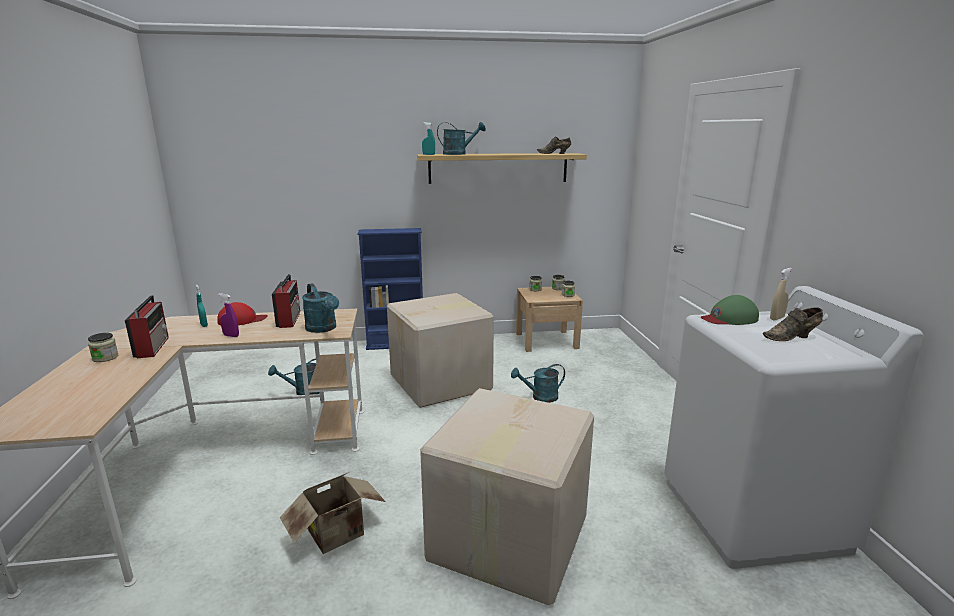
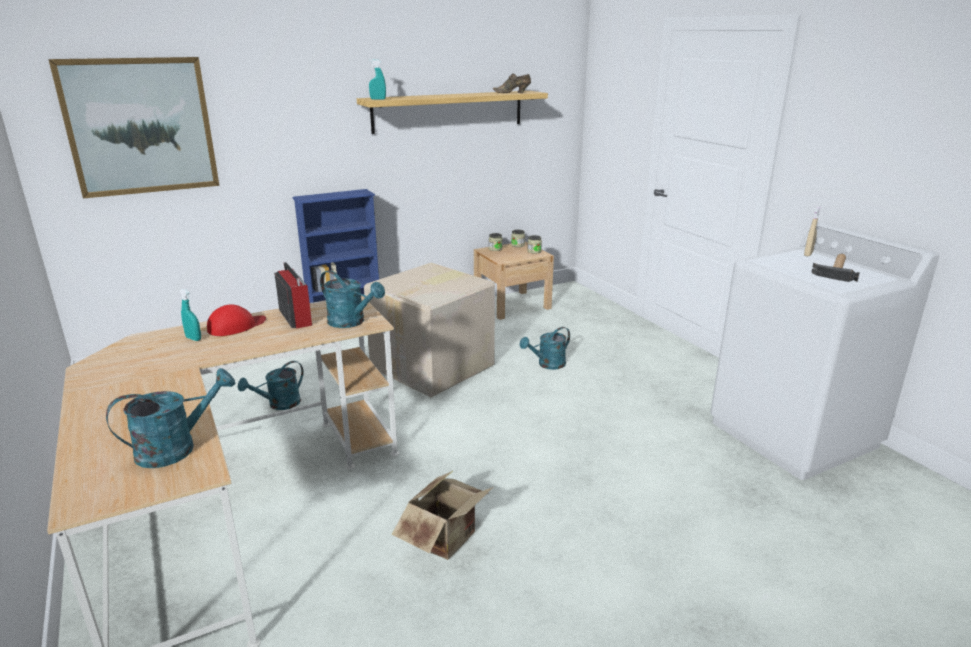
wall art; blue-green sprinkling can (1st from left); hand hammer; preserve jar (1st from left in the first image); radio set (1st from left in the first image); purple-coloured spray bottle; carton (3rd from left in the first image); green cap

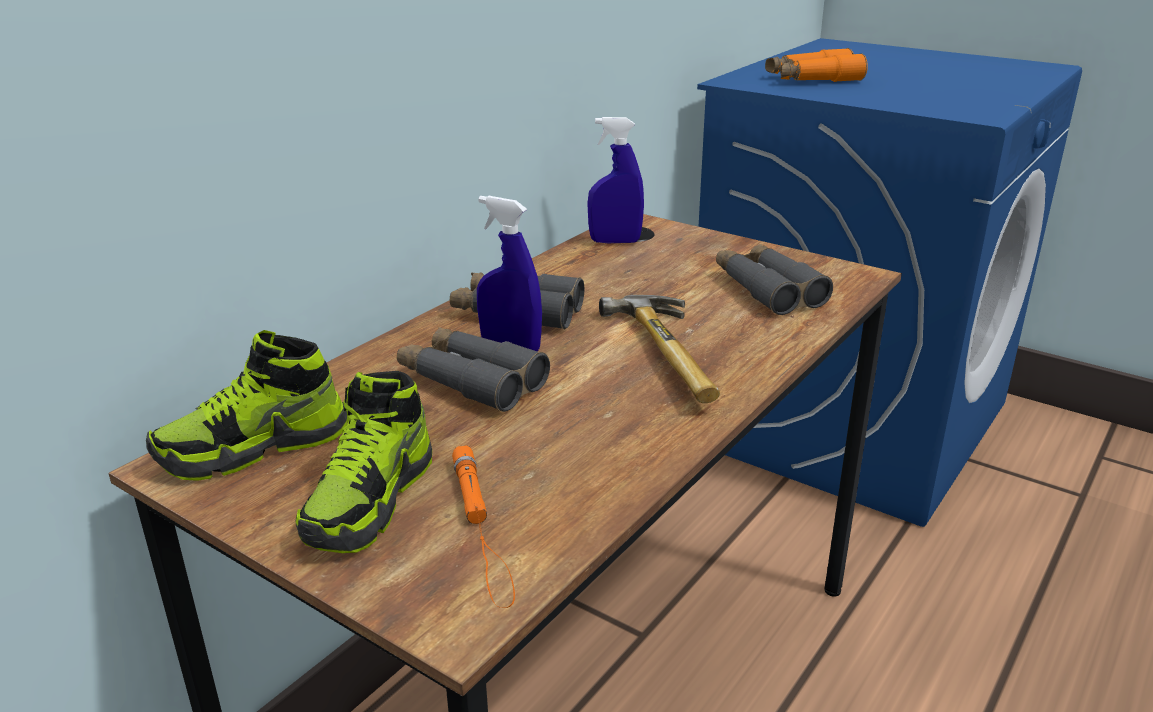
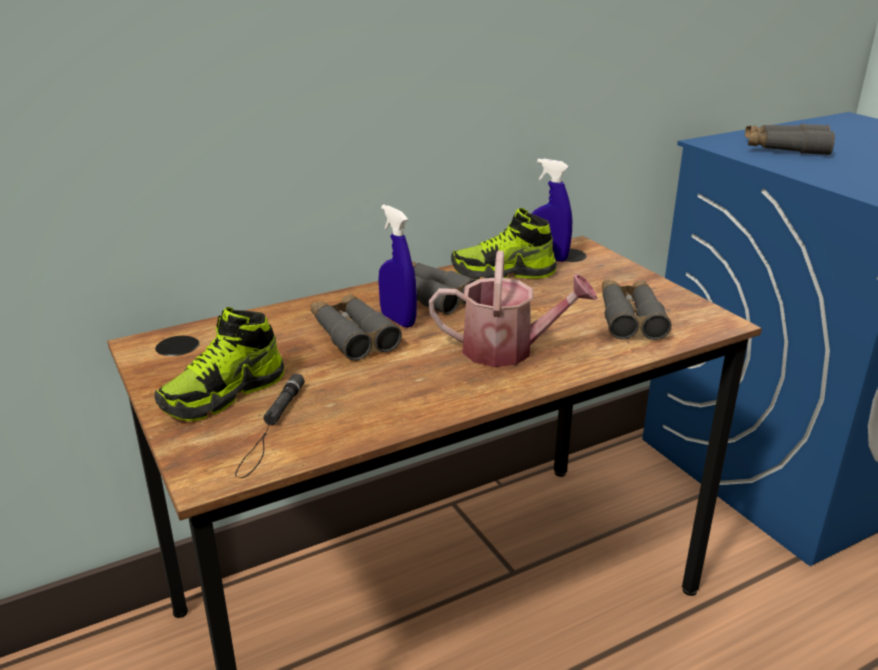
blackish flashlight; sprinkling can; shoe (2nd from left); grey binoculars (4th from left)

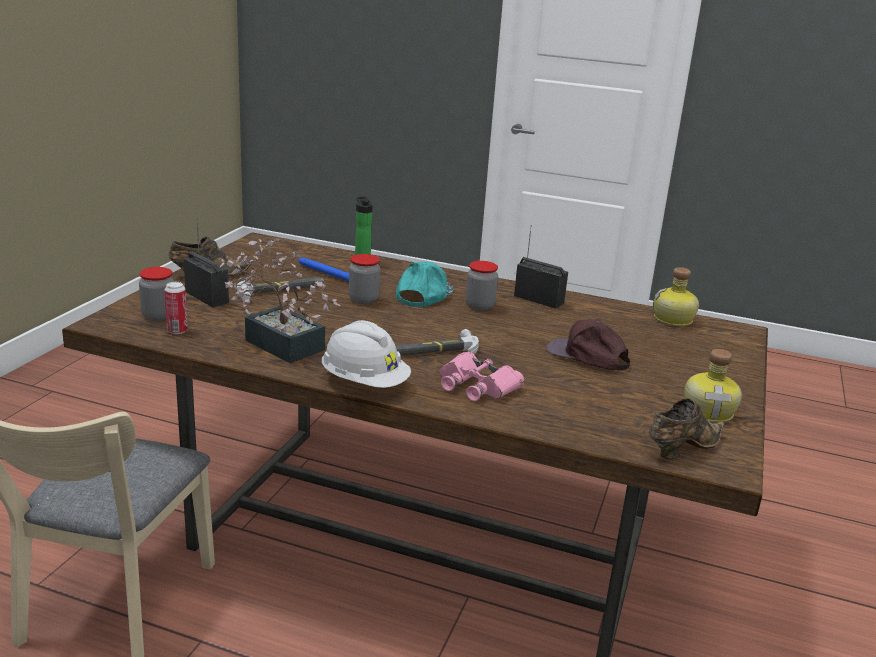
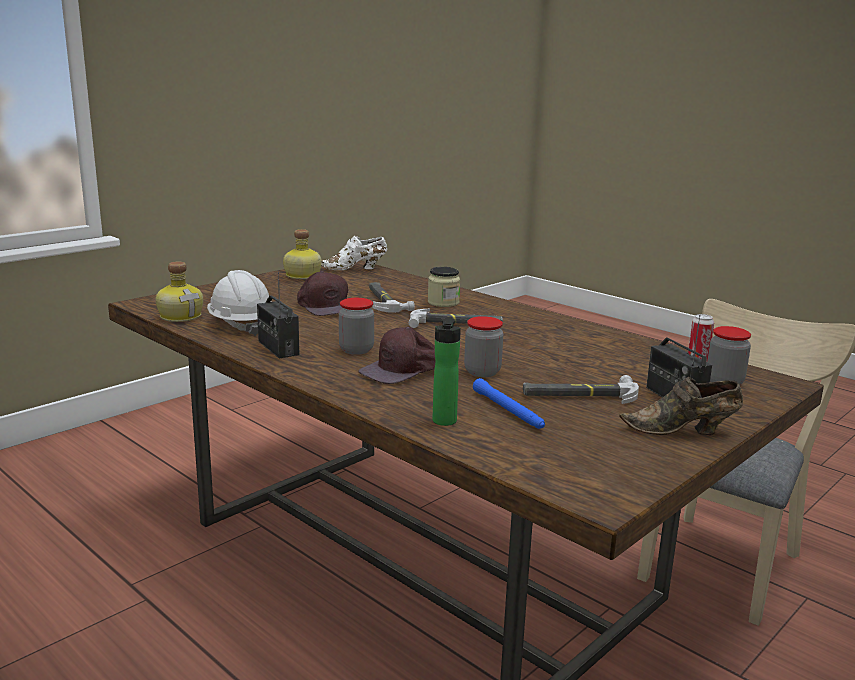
white safety helmet; white shoe; brown cap (2nd from left); hand hammer (1st from left); preserve jar (2nd from left); plant in a pot

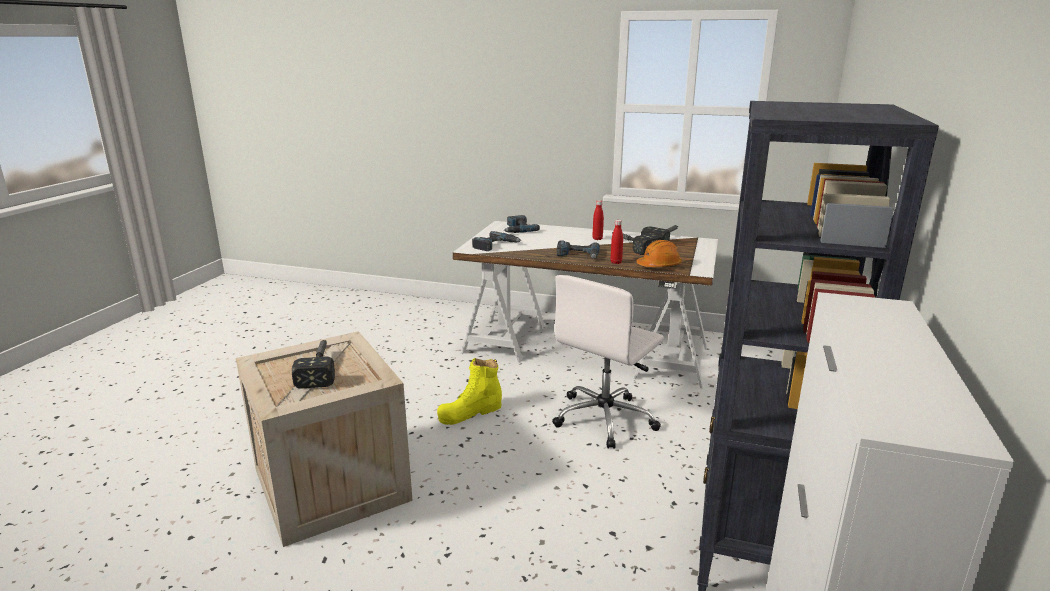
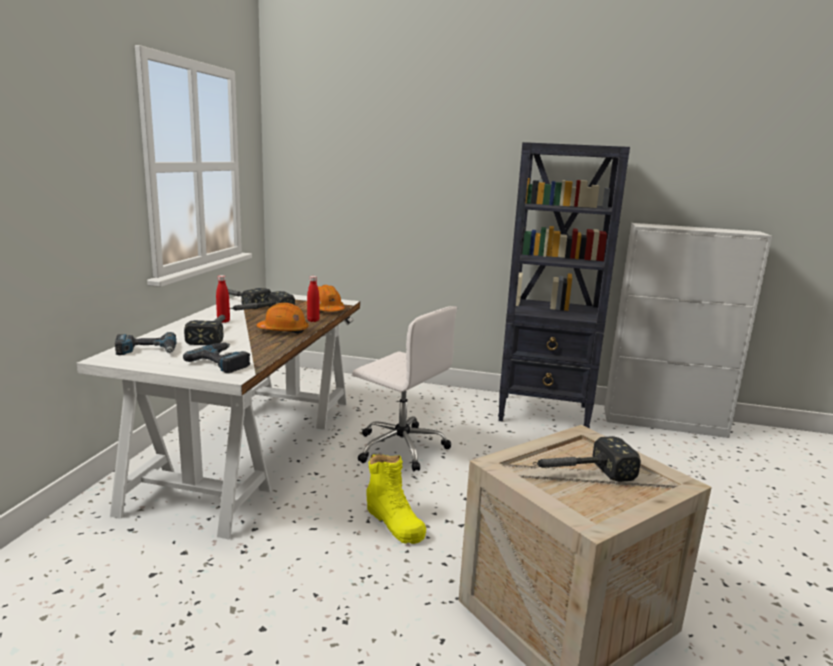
hand hammer (1st from left); orangey safety helmet (1st from left)

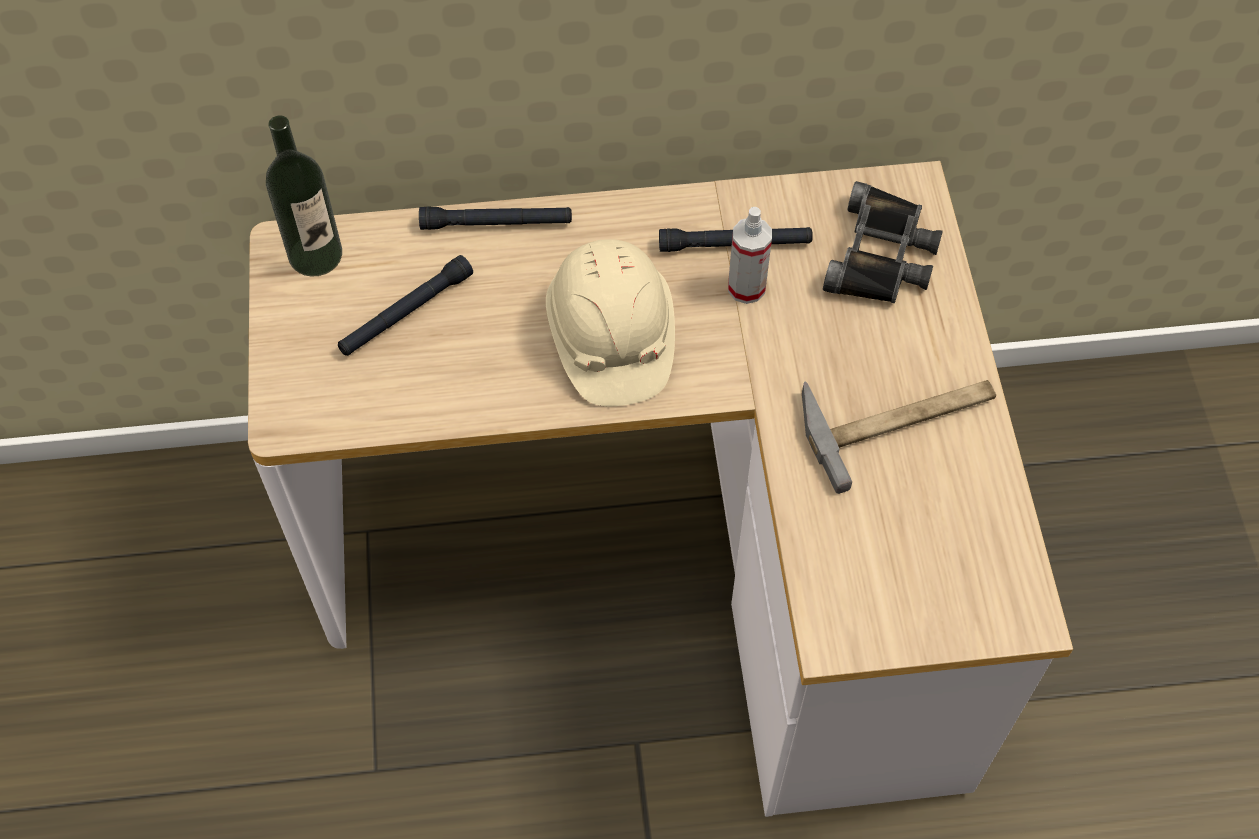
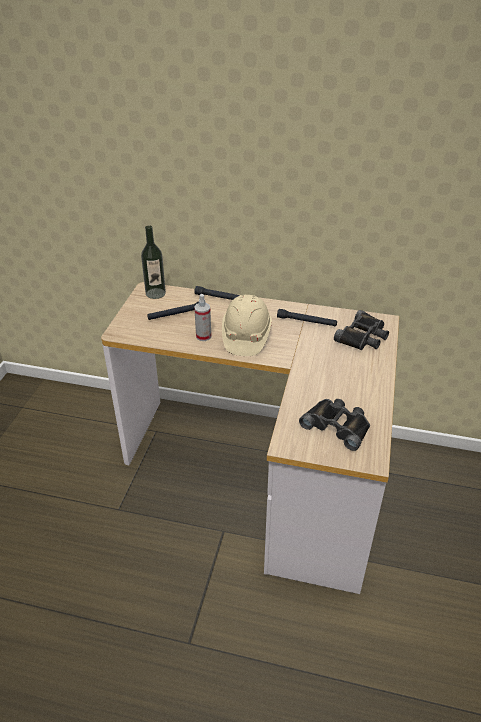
spray bottle; blackish binoculars (1st from left); hand hammer

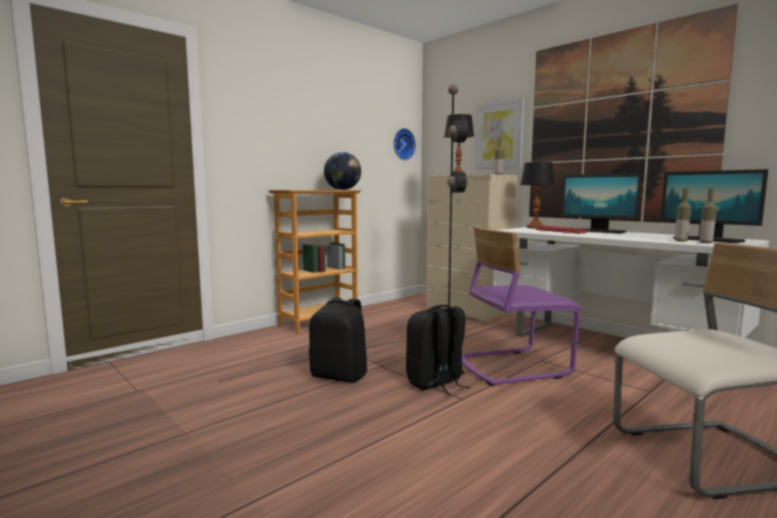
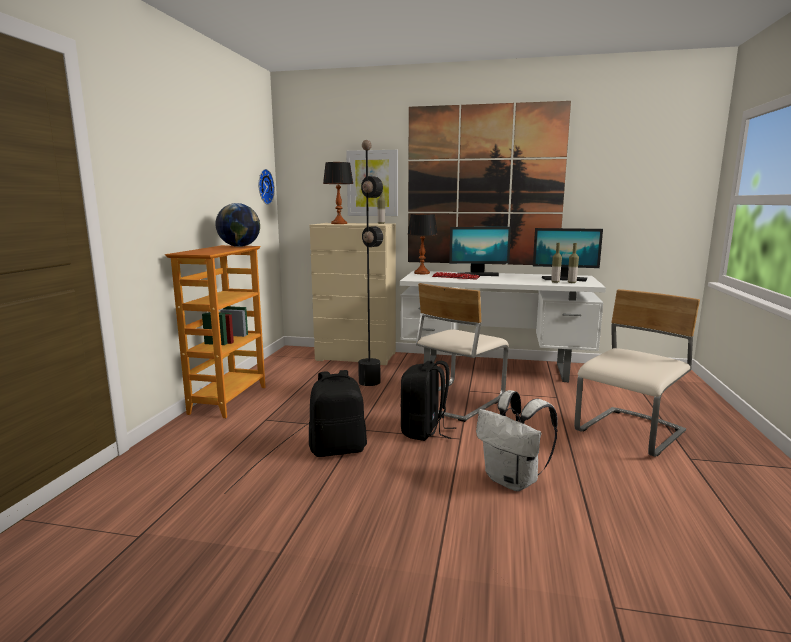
beige plain chair (1st from left); white knapsack

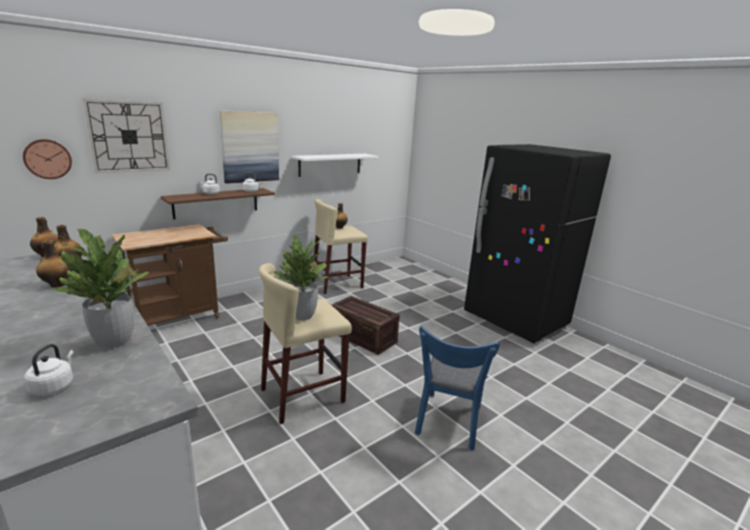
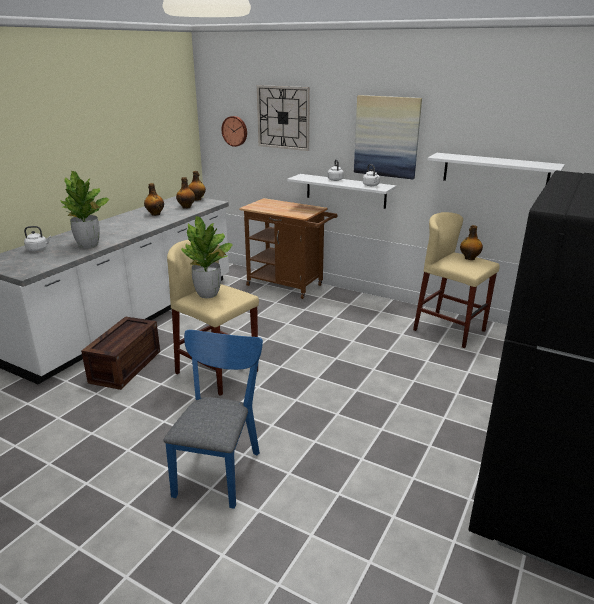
shipping crate; bluish plain chair; white shelf (1st from left)

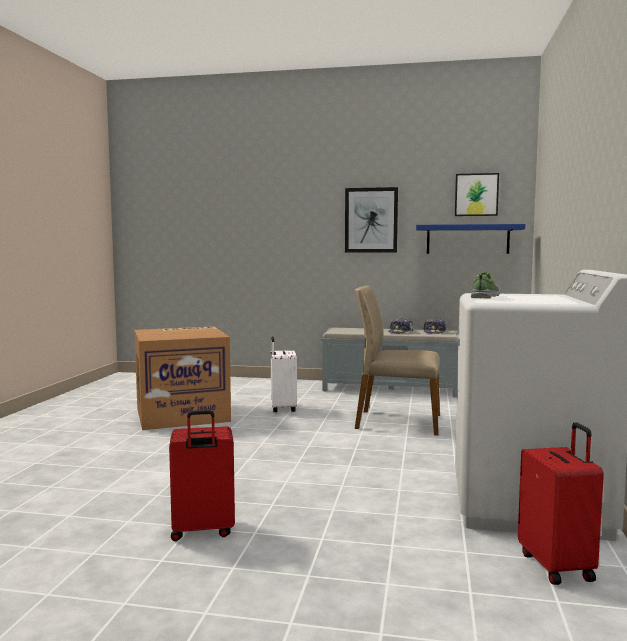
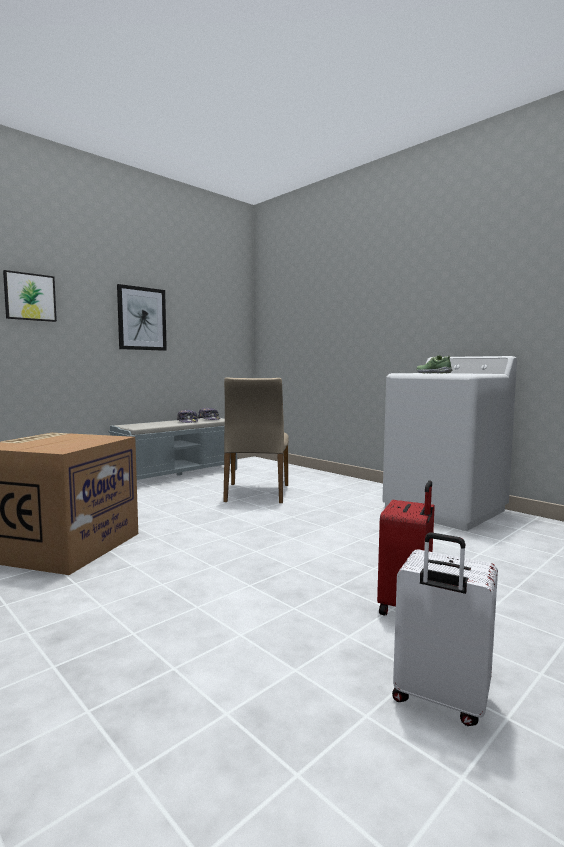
wall art (1st from left); beige plain chair; white suitcase; bluish shelf; red suitcase (2nd from left in the first image)

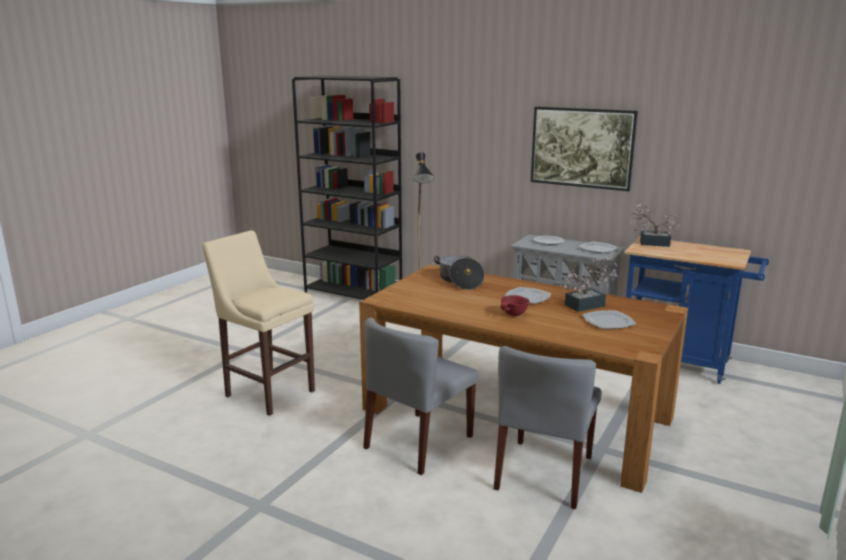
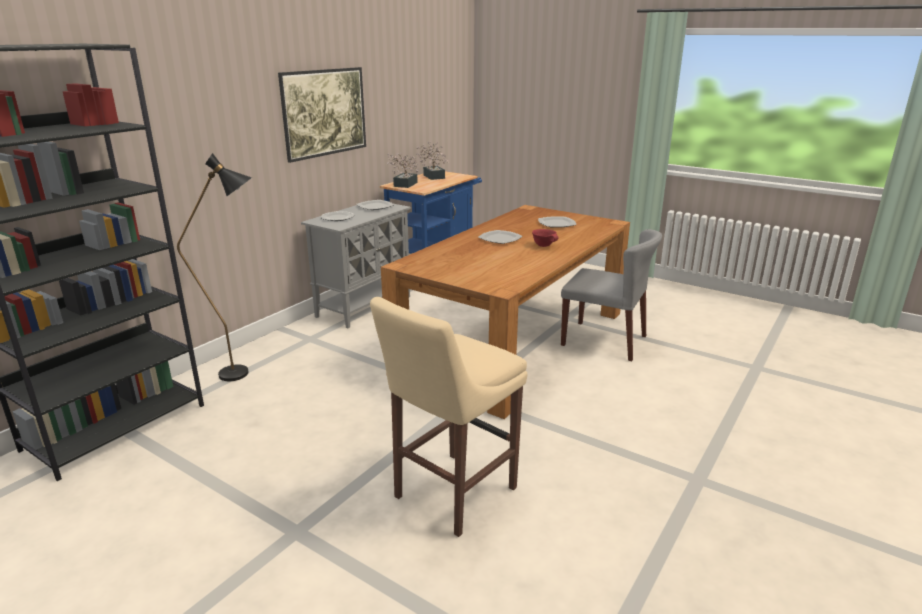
plant in a pot (2nd from left); grey plain chair (1st from left in the first image); saucepot

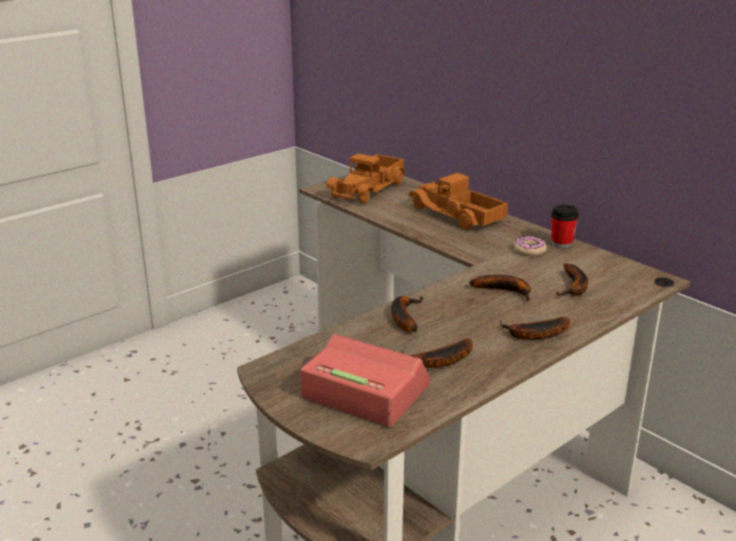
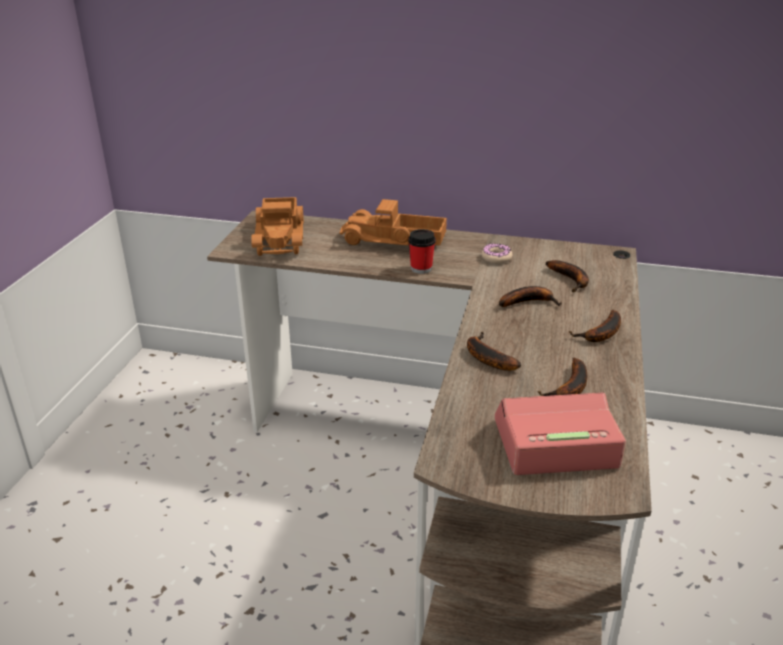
small cup

